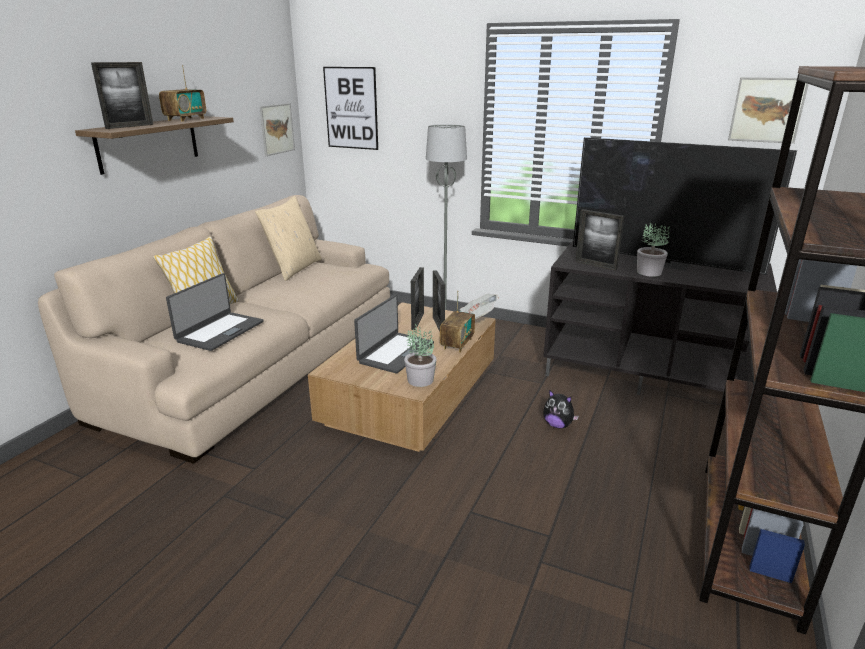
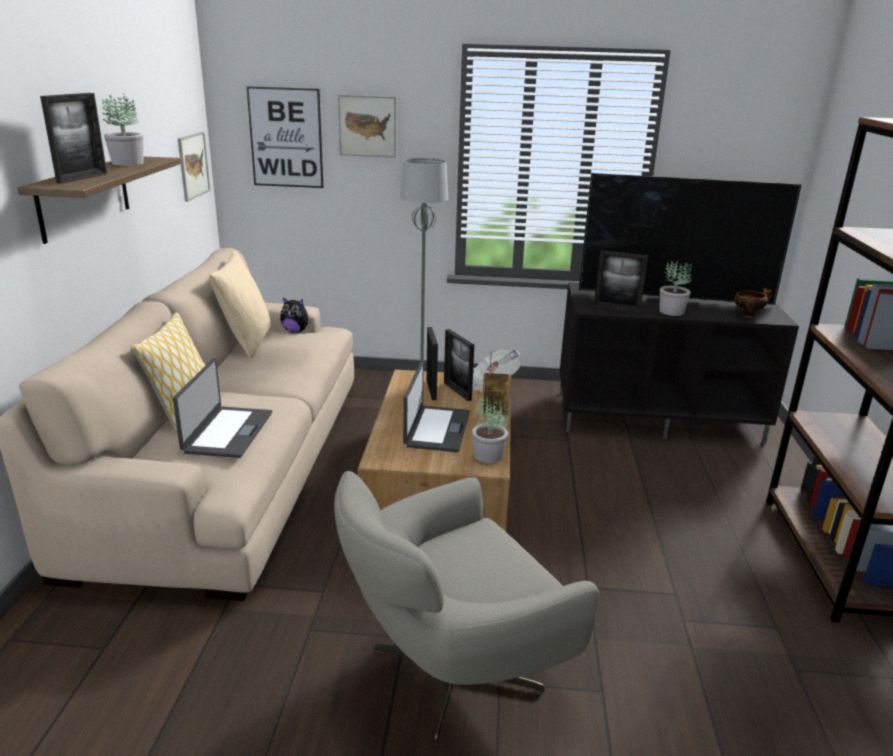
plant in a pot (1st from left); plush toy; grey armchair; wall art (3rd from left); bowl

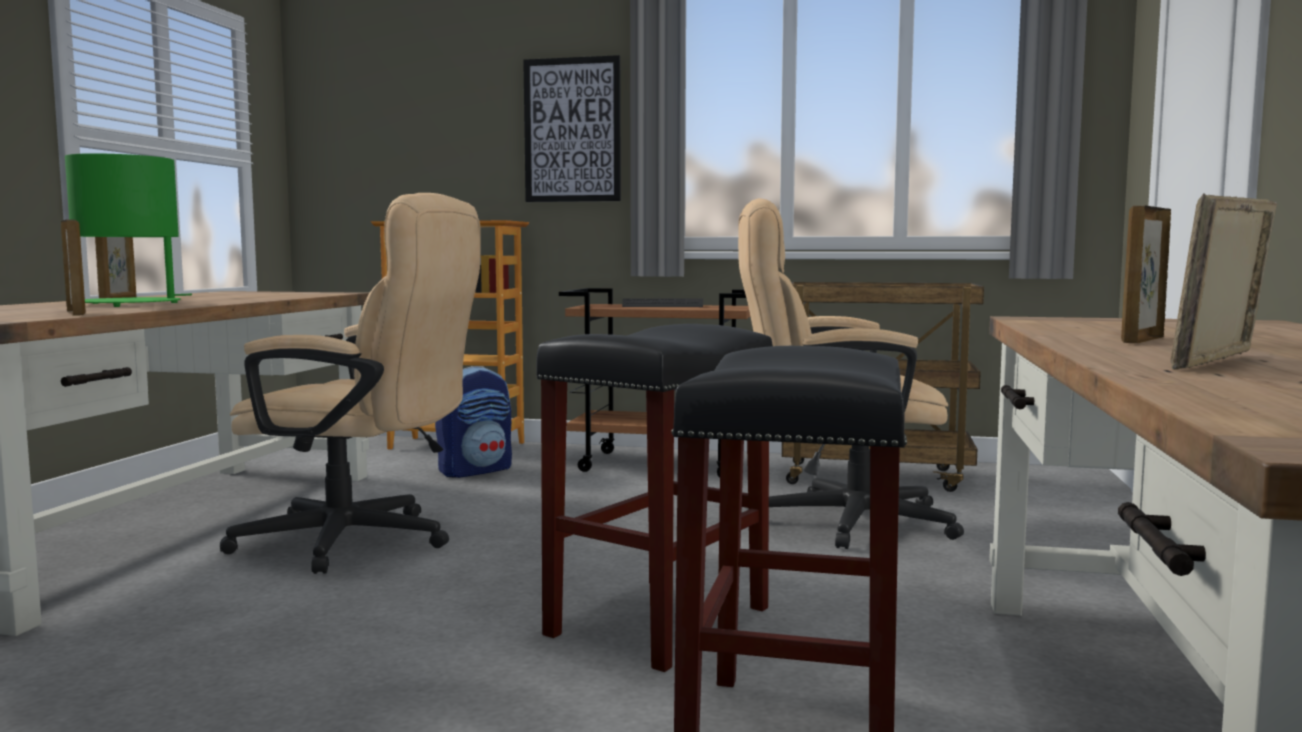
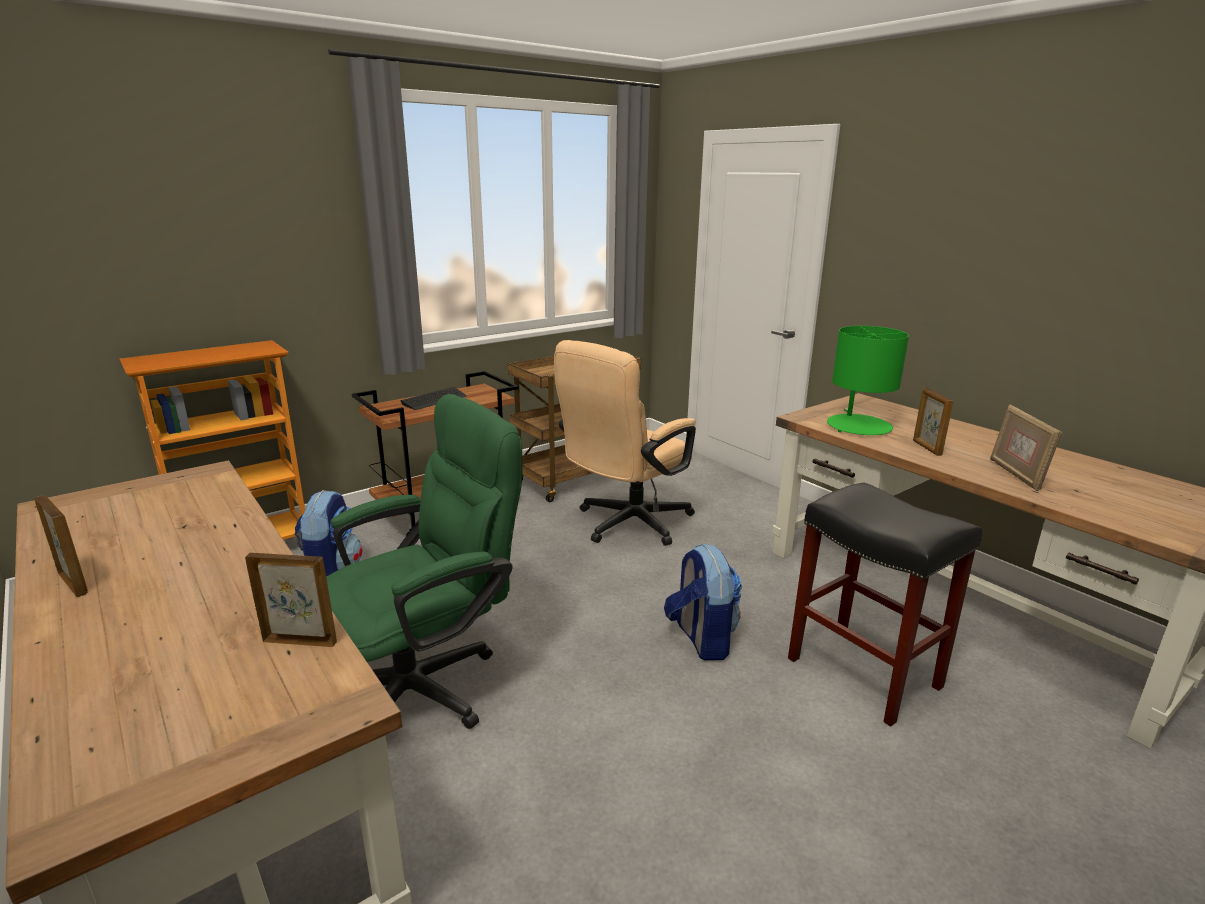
green computer chair; knapsack (2nd from left); green tabletop lamp; wall art

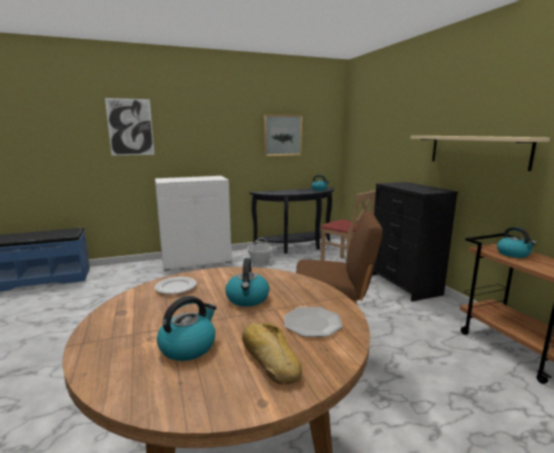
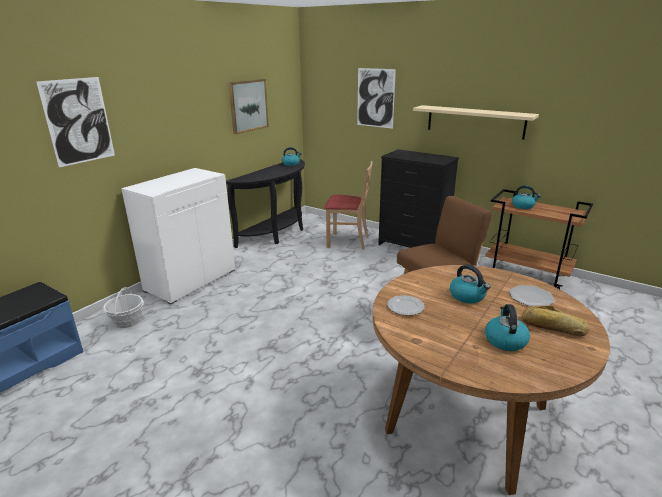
household basket; wall art (3rd from left)

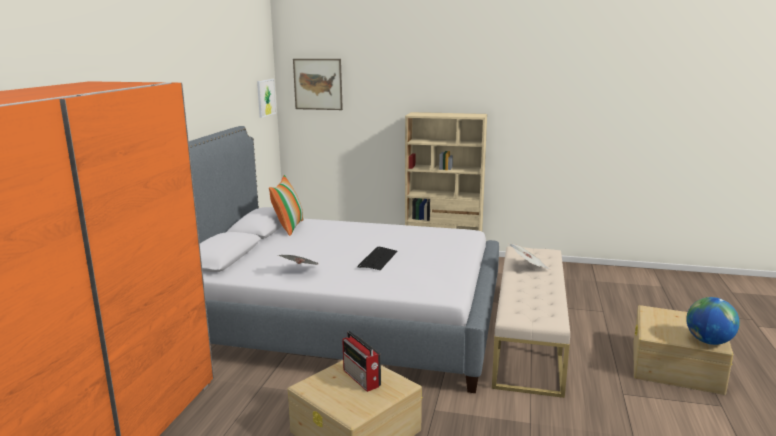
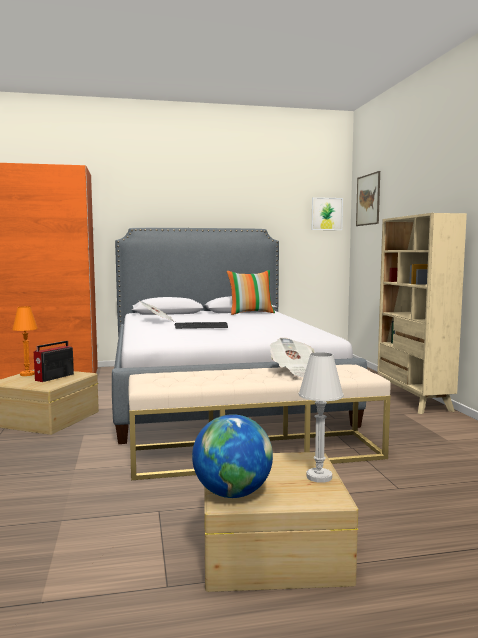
orangey tabletop lamp; white tabletop lamp

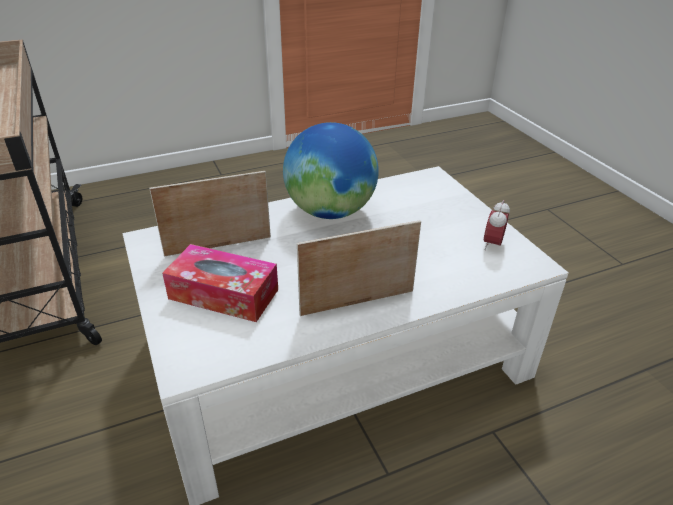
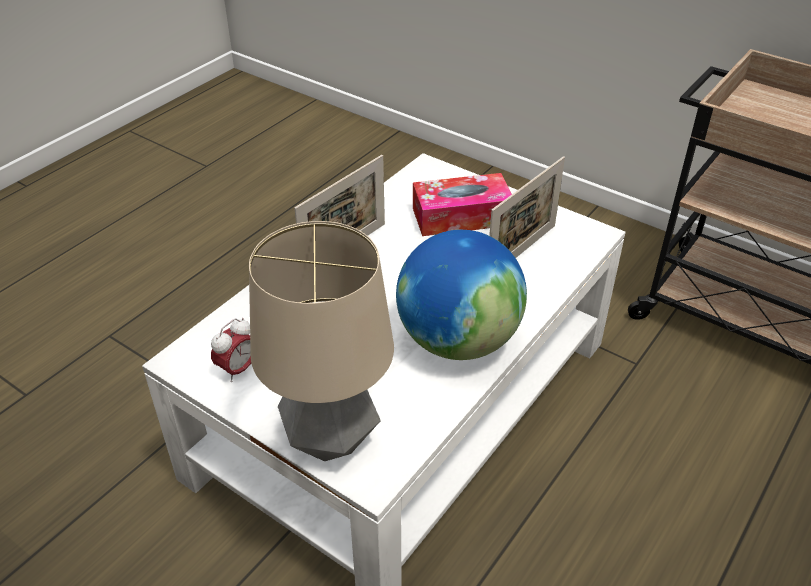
bedside clock; tabletop lamp

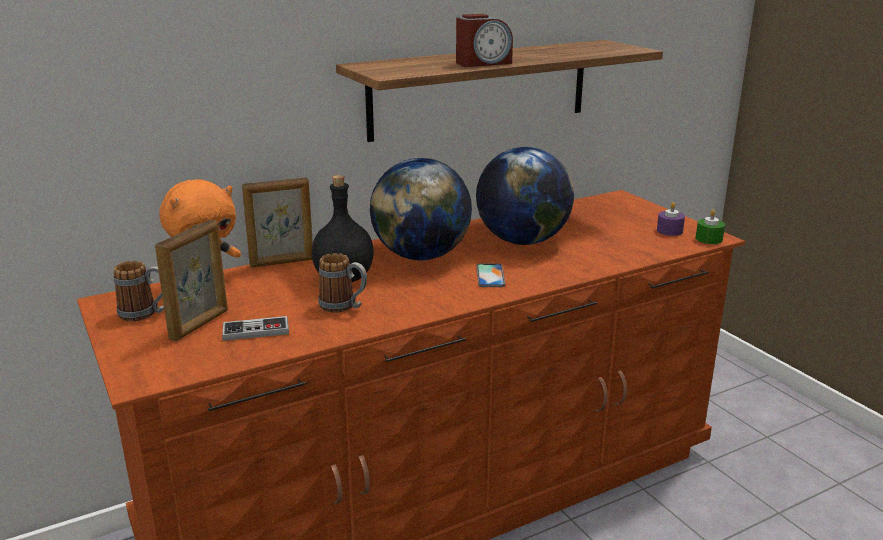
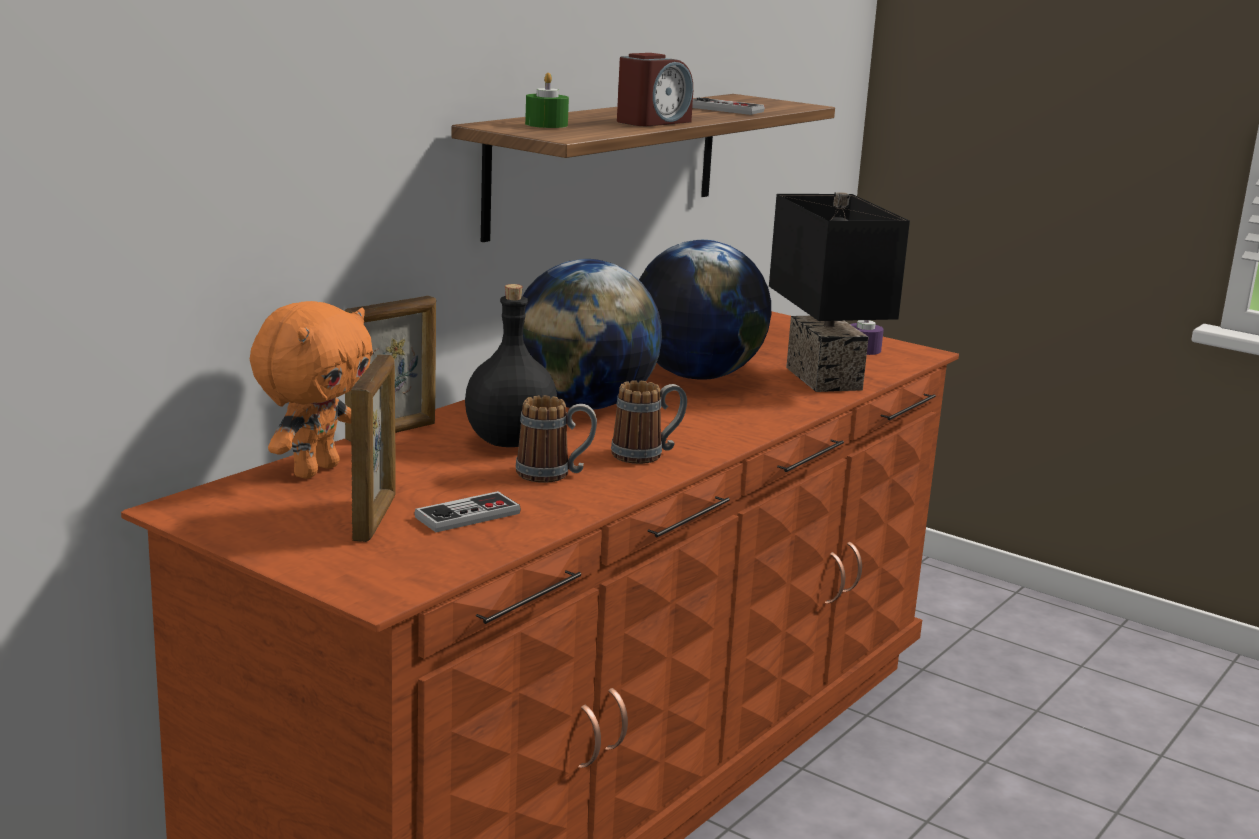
green wax candle; tea mug (2nd from left); game controller (2nd from left); blackish tabletop lamp; phone

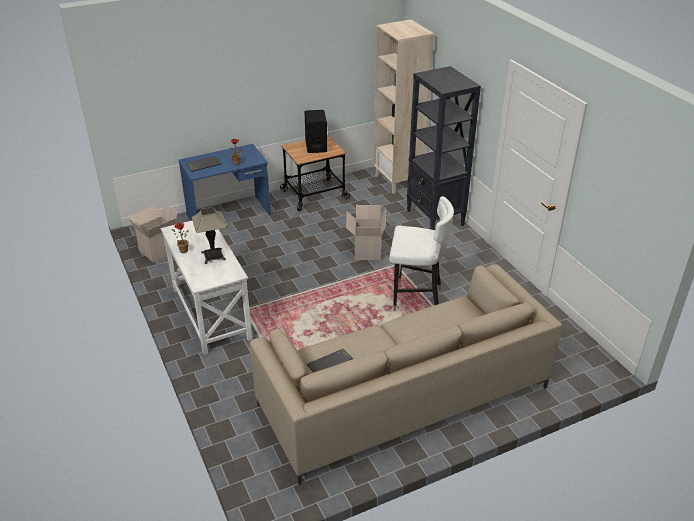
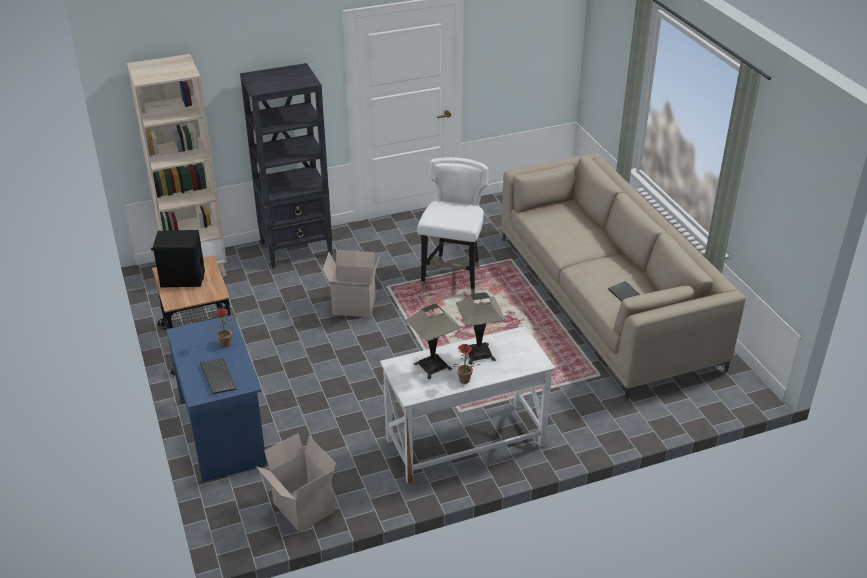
tabletop lamp (1st from left)

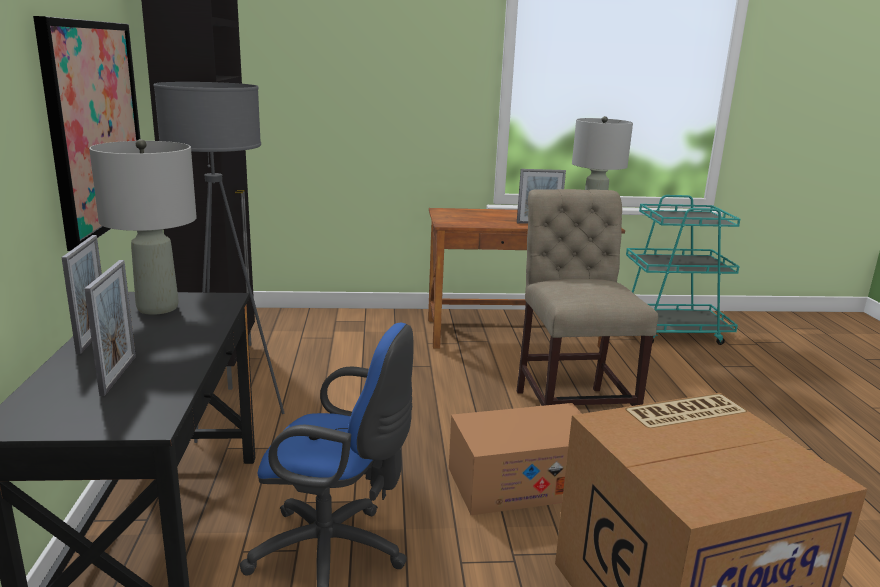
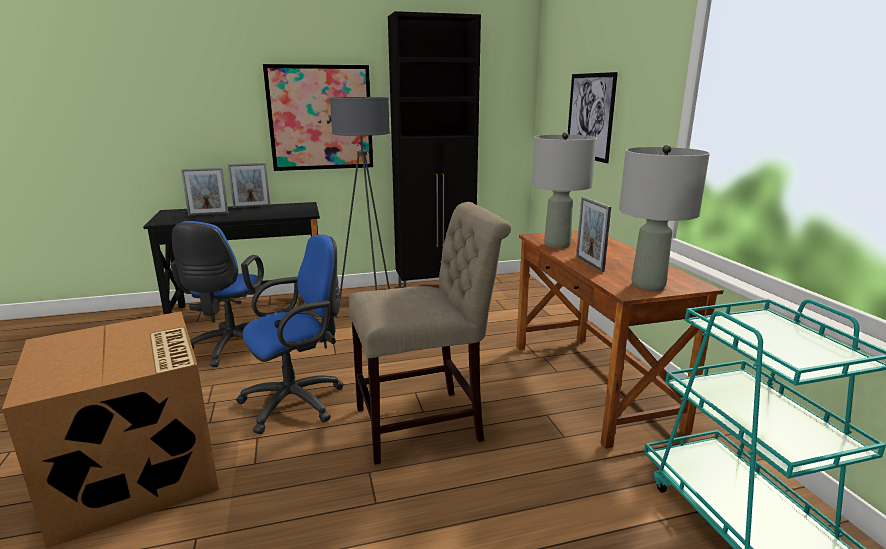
bluish computer chair (2nd from left); grey tabletop lamp (1st from left); wall art (2nd from left)

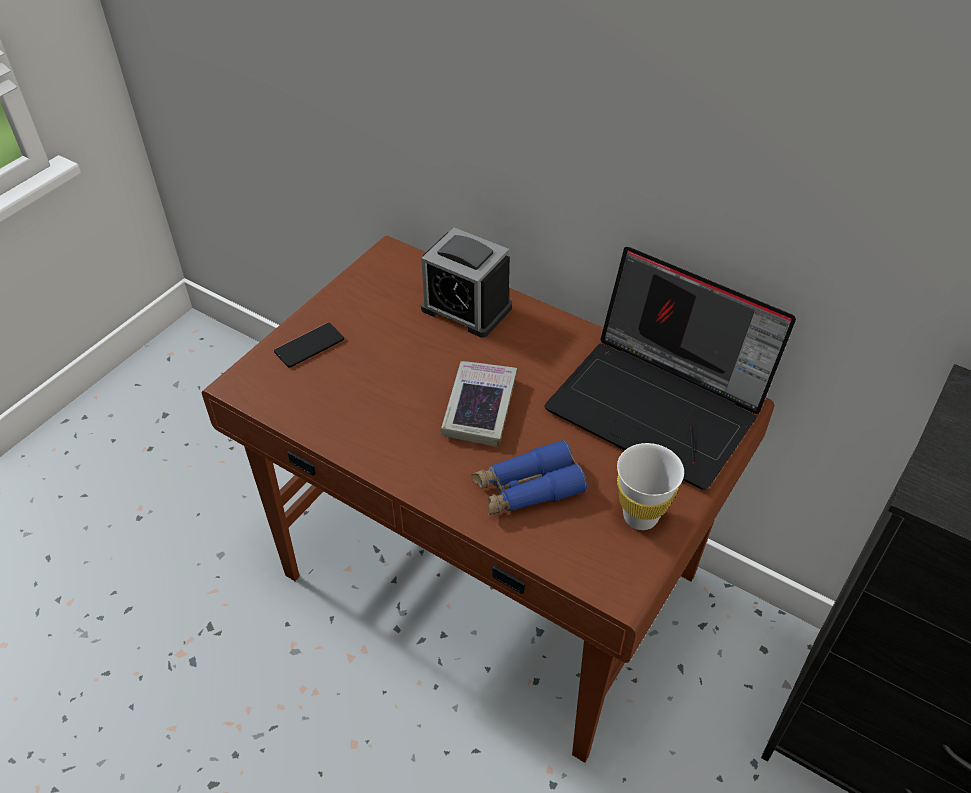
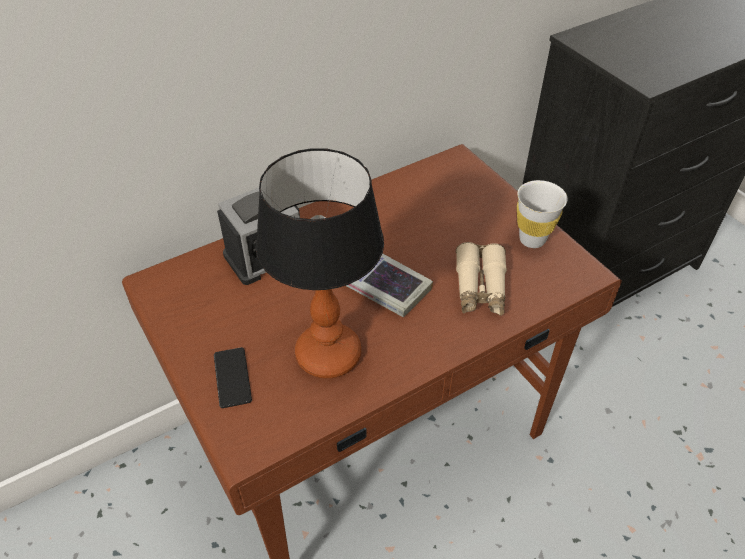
tabletop lamp; beige binoculars; laptop

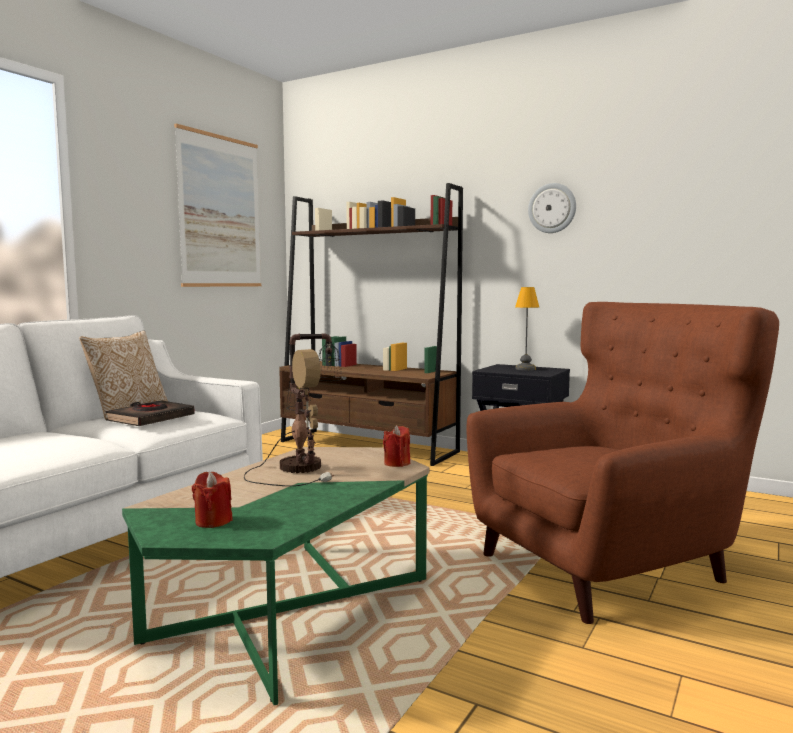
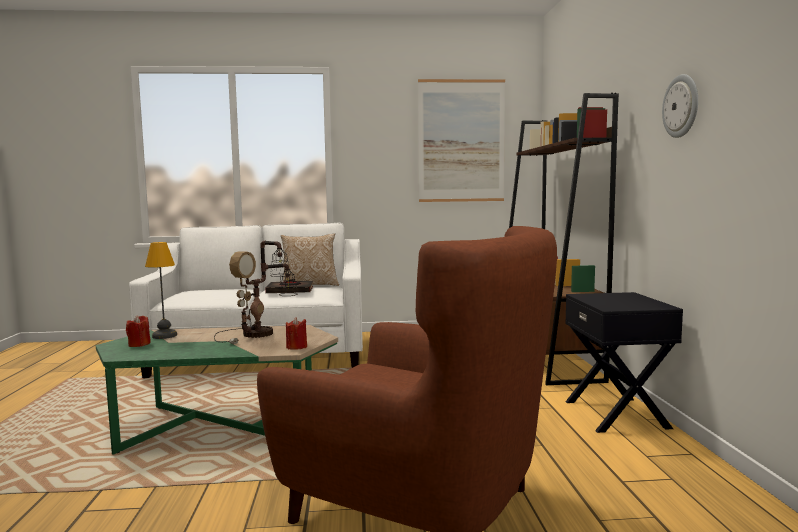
tabletop lamp (1st from left)

